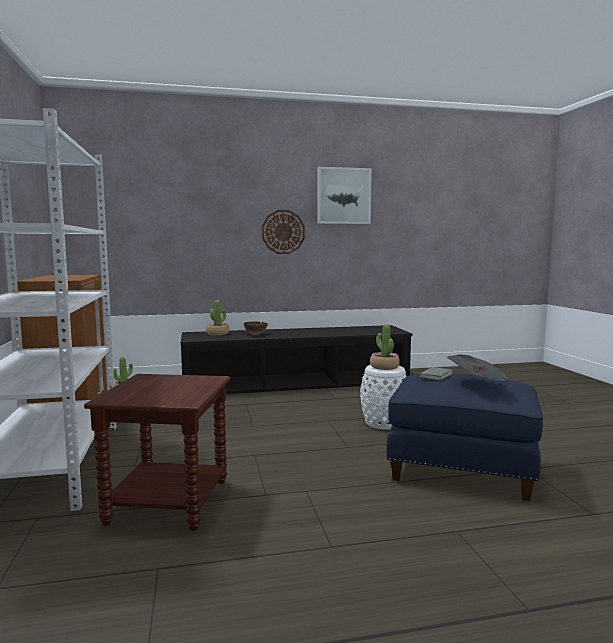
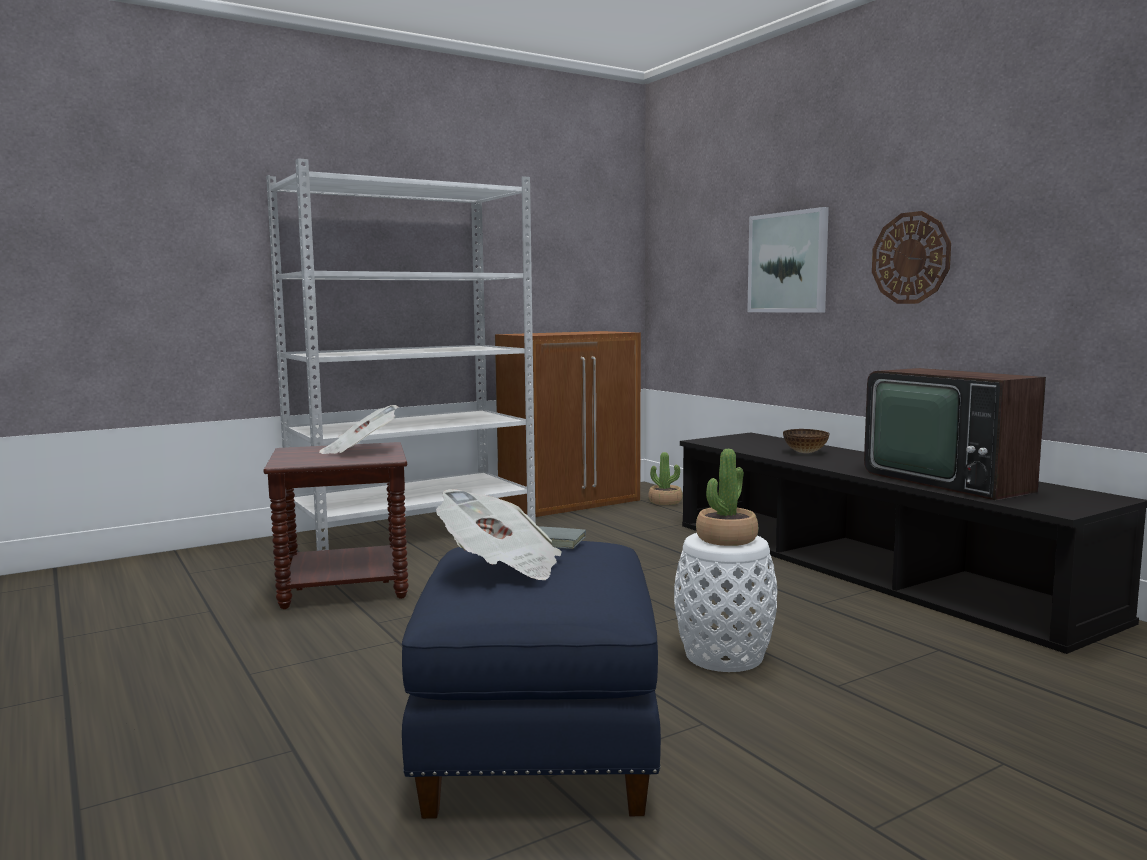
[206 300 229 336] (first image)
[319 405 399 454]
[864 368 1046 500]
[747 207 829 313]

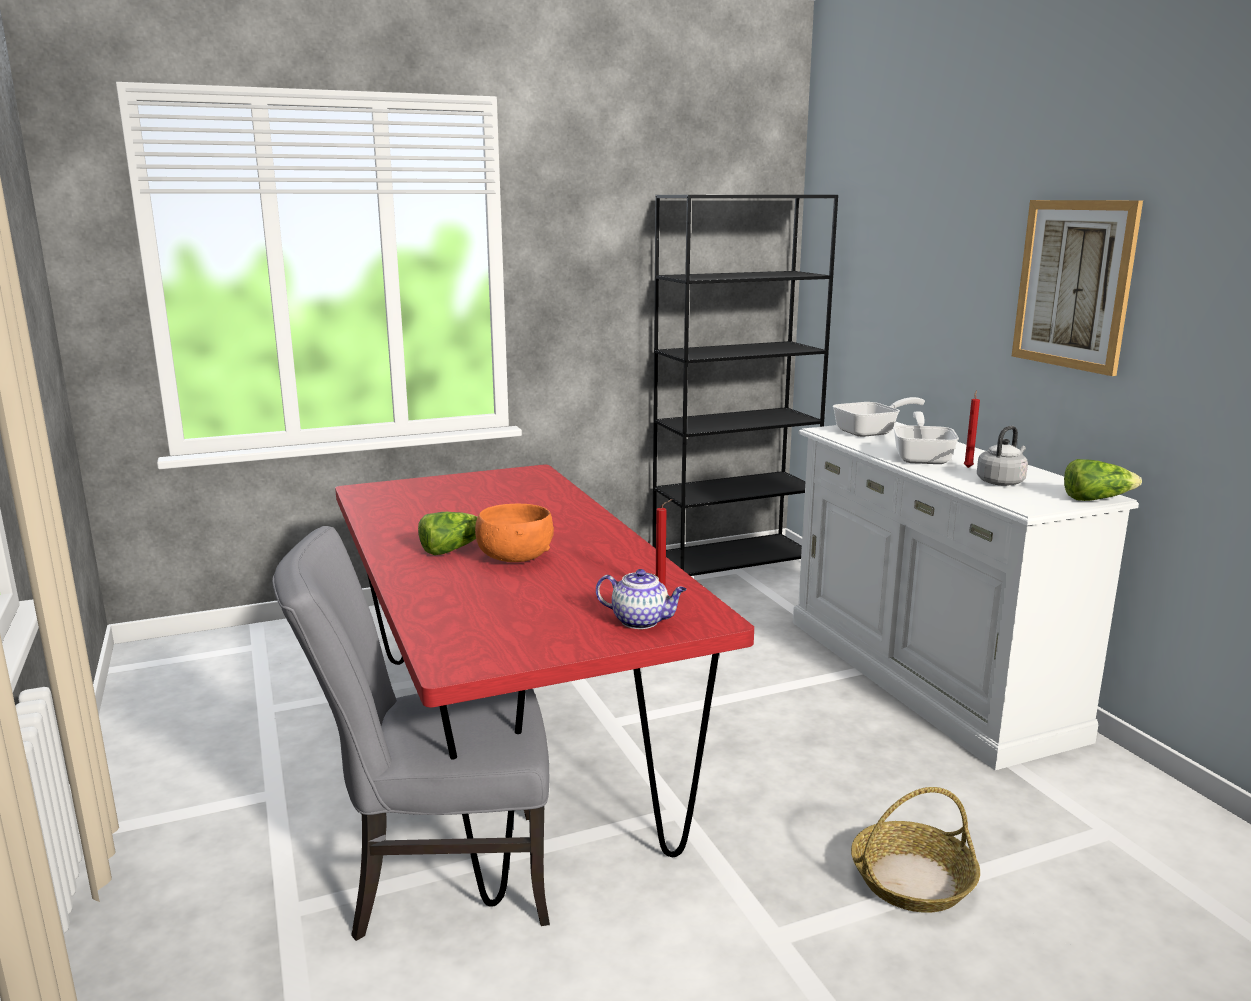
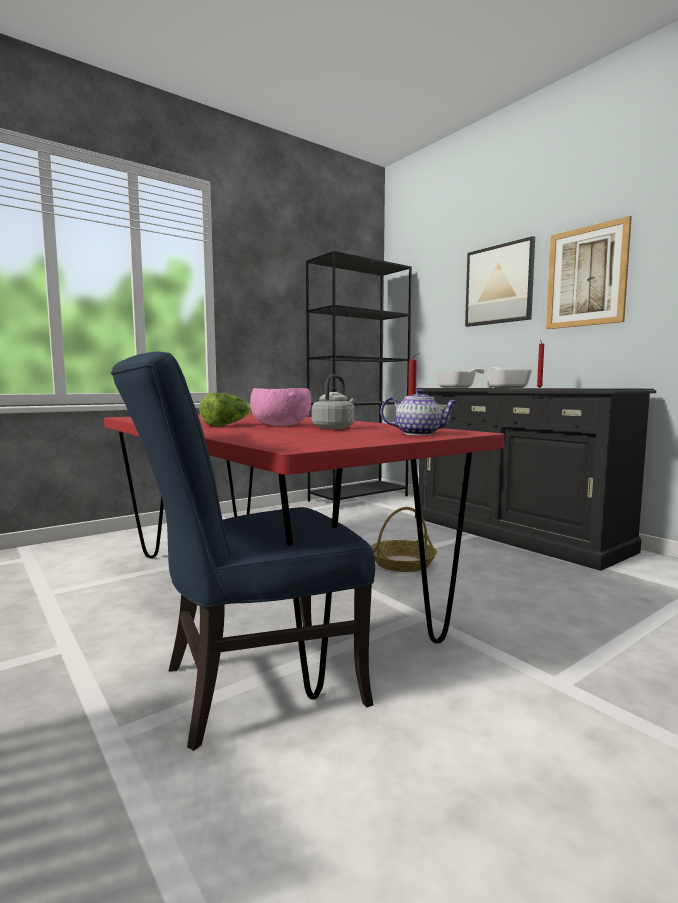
[1064 459 1142 501] (first image)
[465 236 535 327]
[371 507 437 572]
[312 375 355 429]
[111 352 375 751]
[250 388 311 426]
[415 388 656 571]

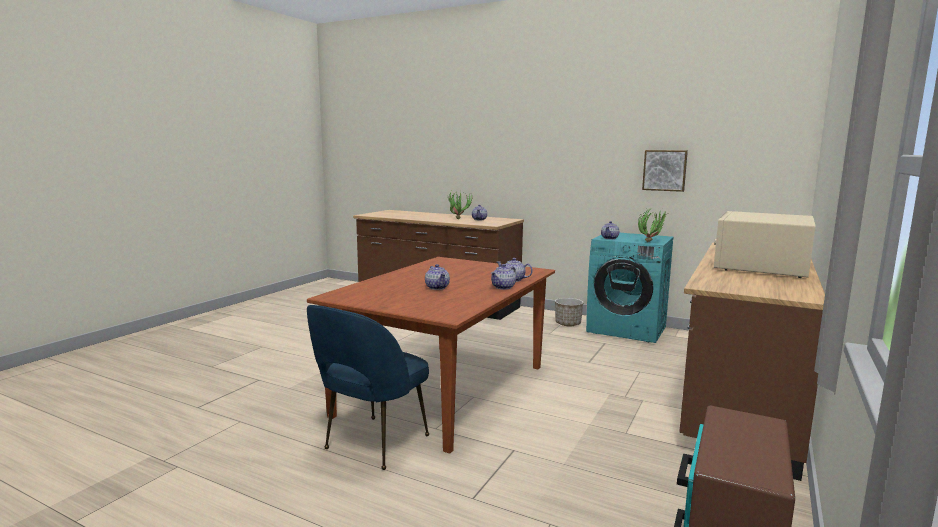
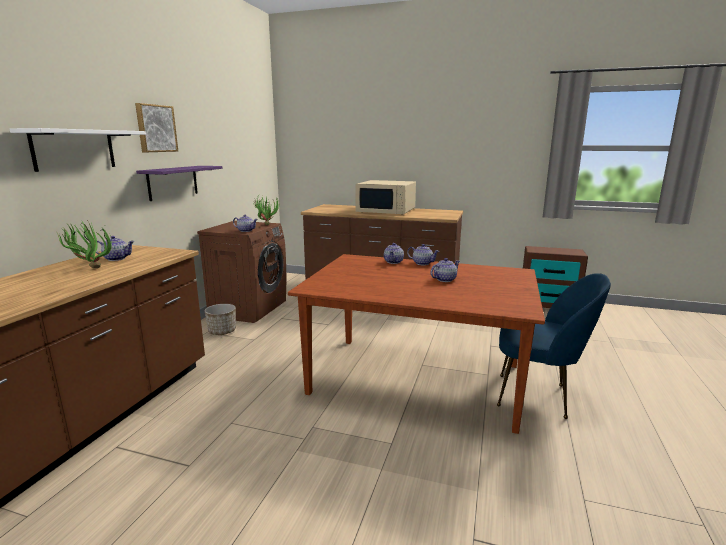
[10 128 146 172]
[136 166 223 201]
[135 103 178 152]
[197 221 286 323]

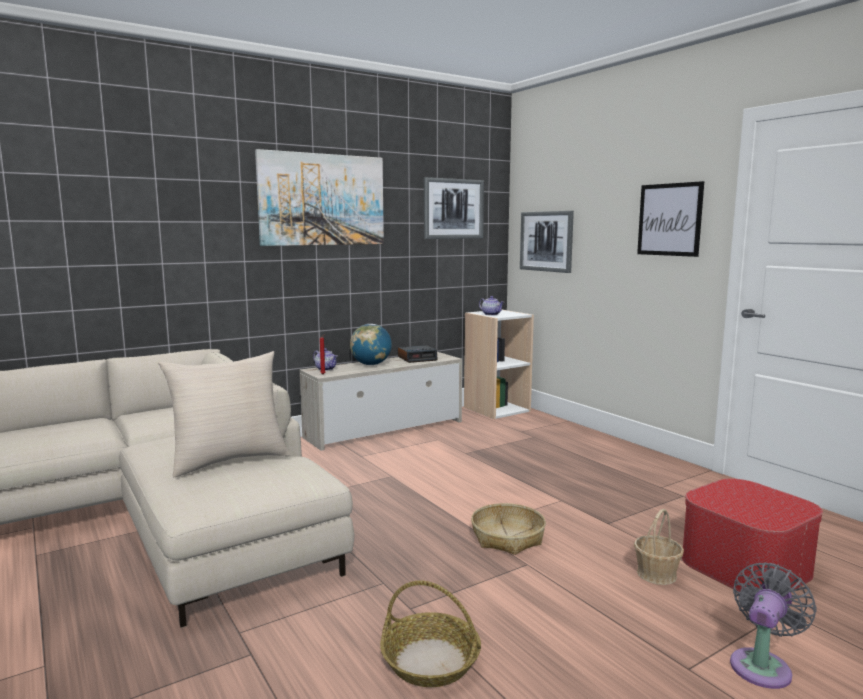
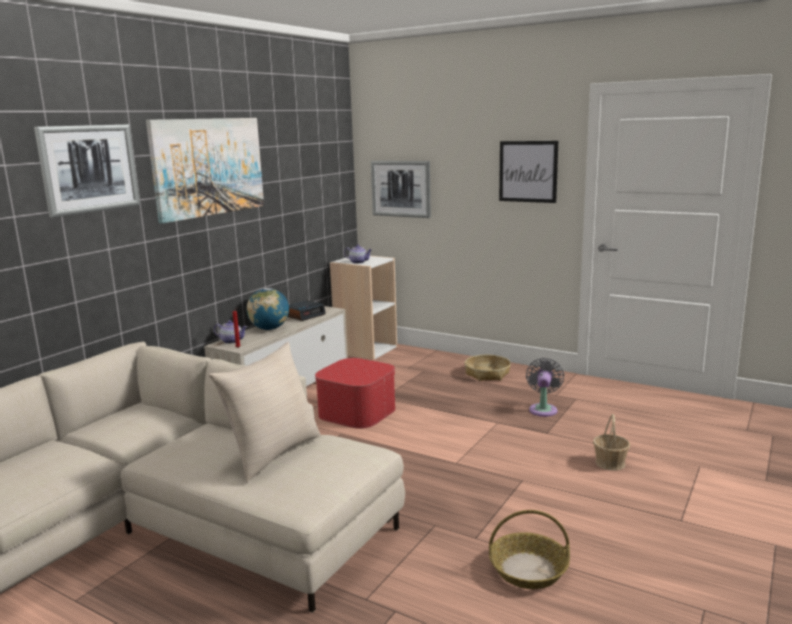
[34 124 140 218]
[464 355 511 381]
[315 358 396 429]
[526 358 564 417]

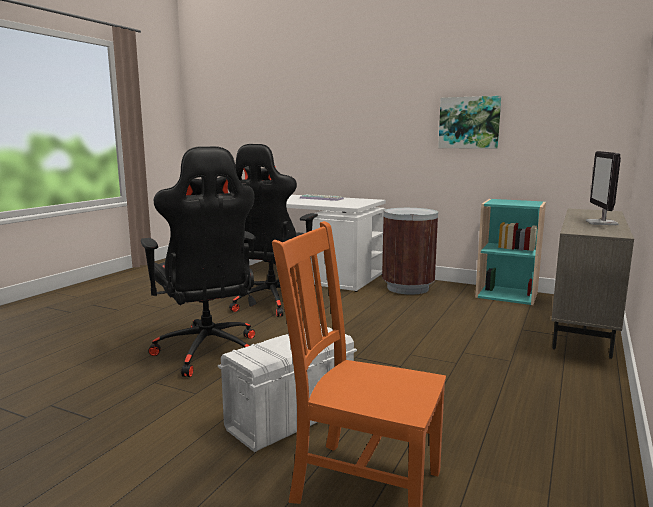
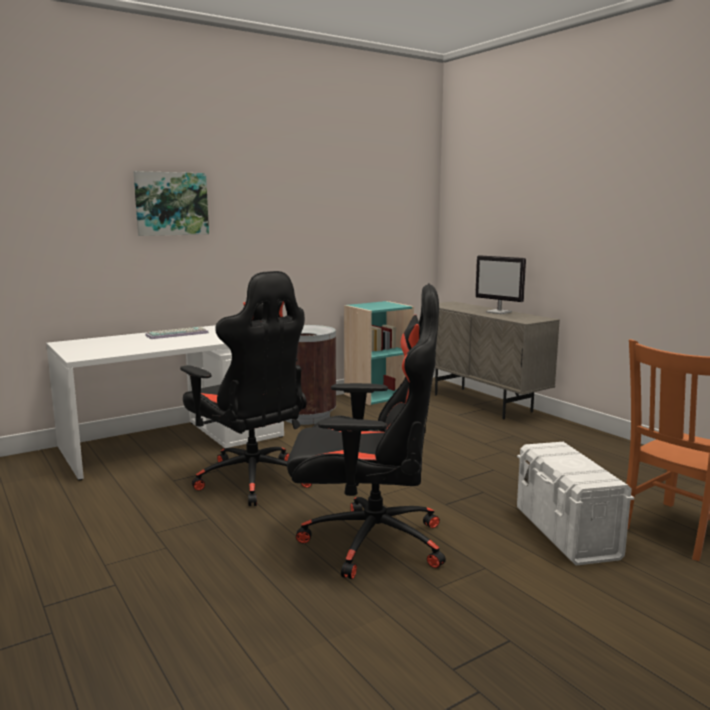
[133 171 209 236]

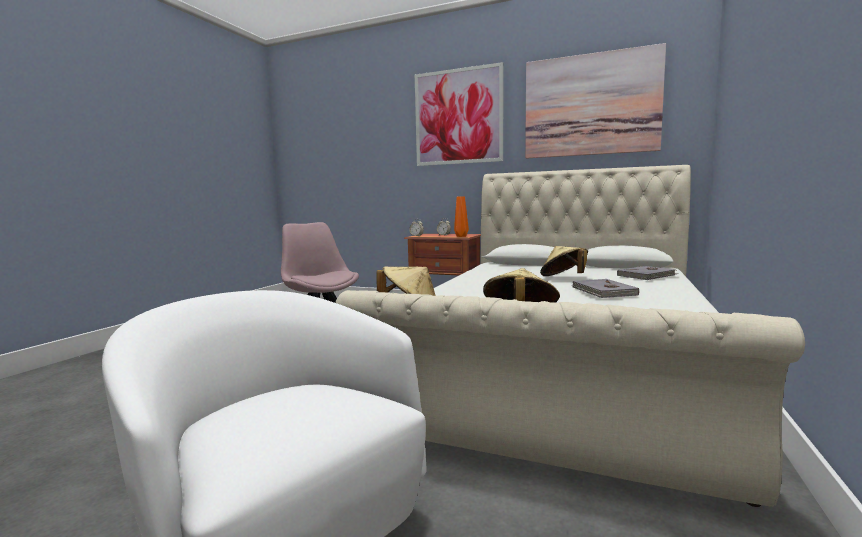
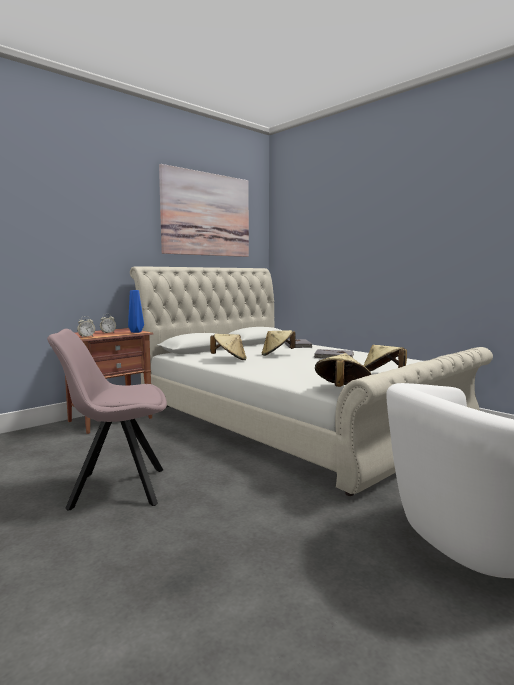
[415 62 503 166] (first image)
[210 334 247 360]
[128 290 144 333]

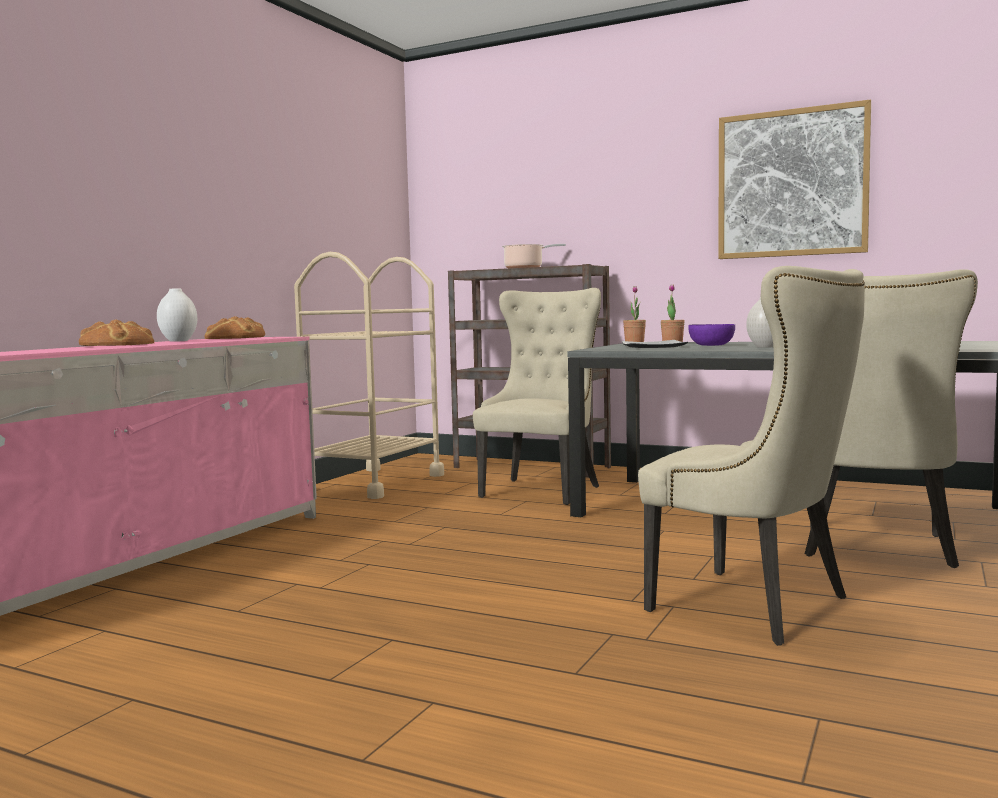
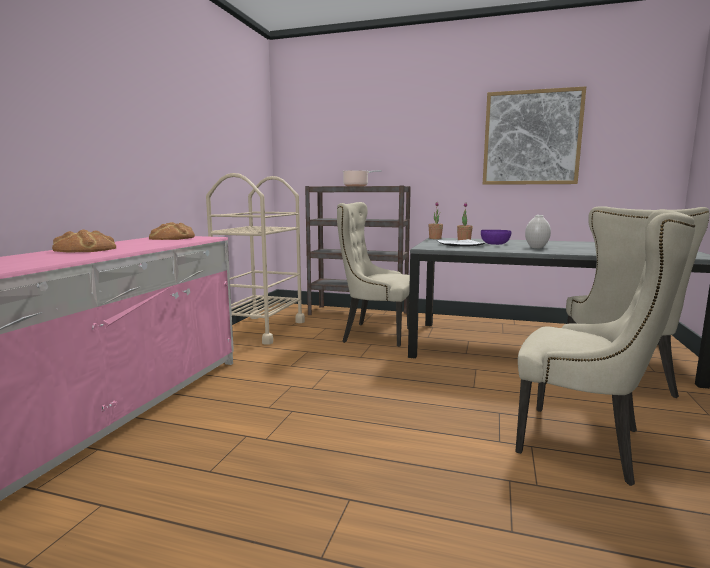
[157 288 197 342] (first image)
[337 202 410 347]

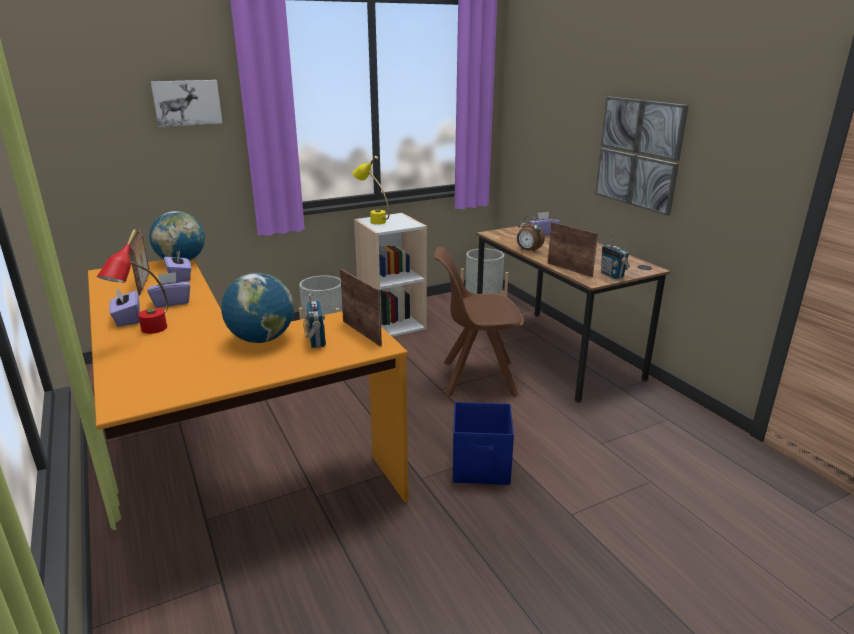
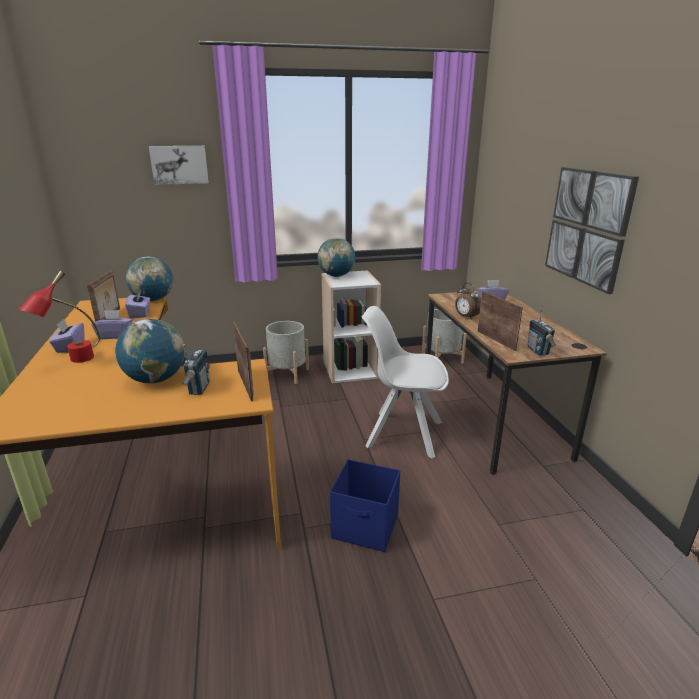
[317 238 356 277]
[362 306 449 459]

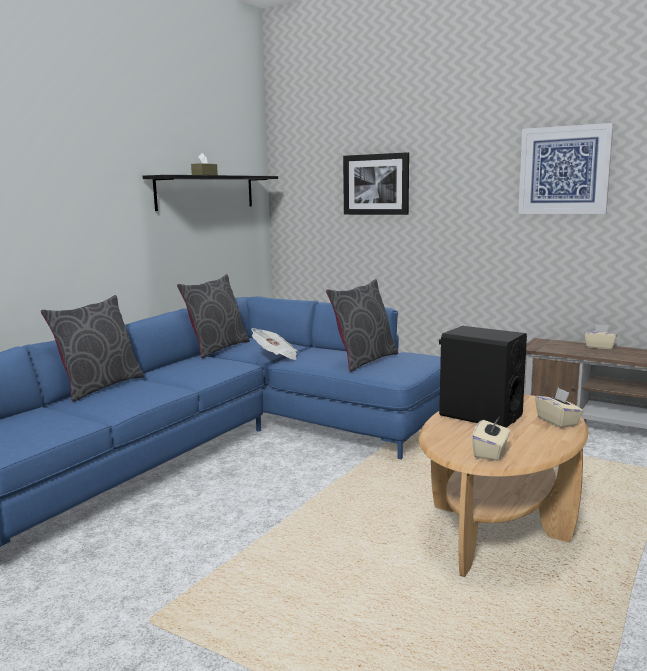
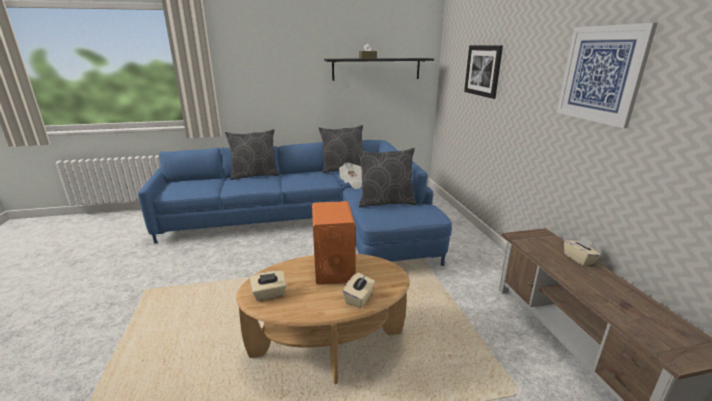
[312 201 355 284]

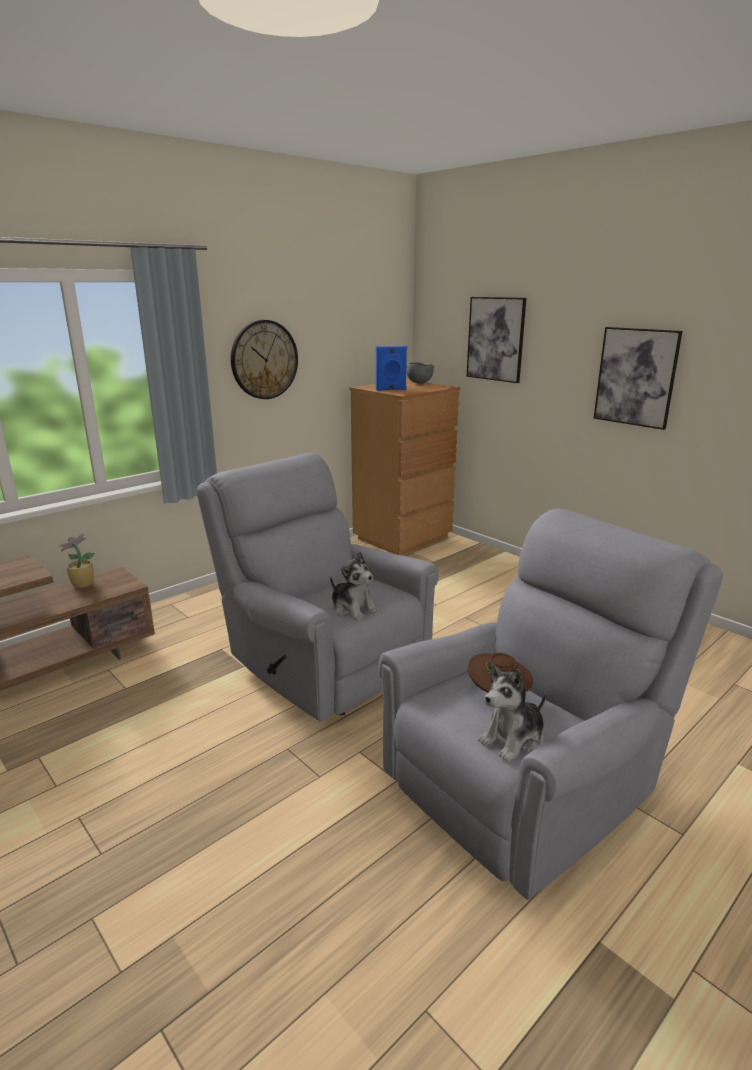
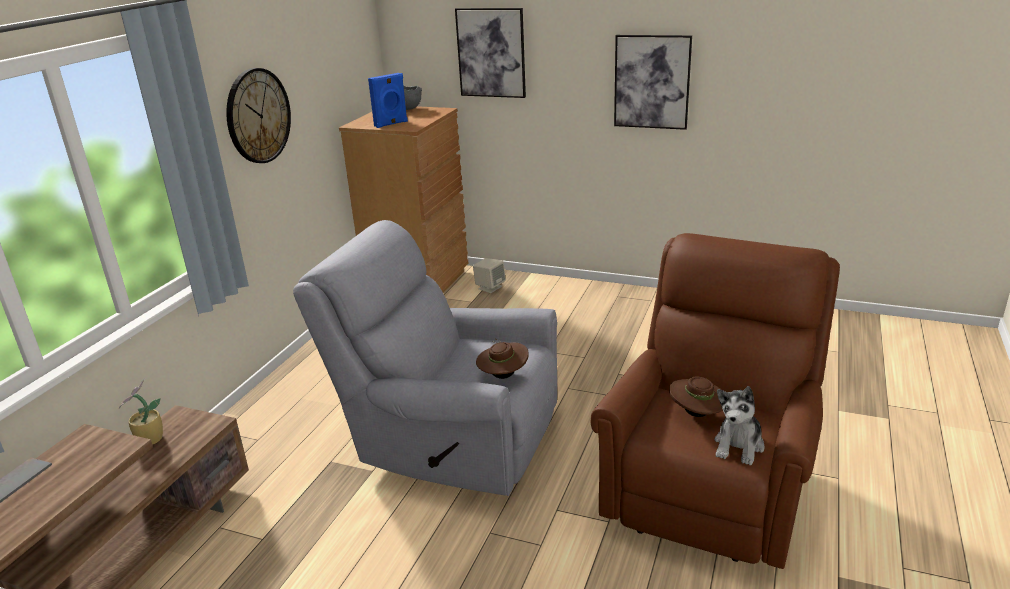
[473 258 506 293]
[476 338 529 379]
[591 233 840 569]

